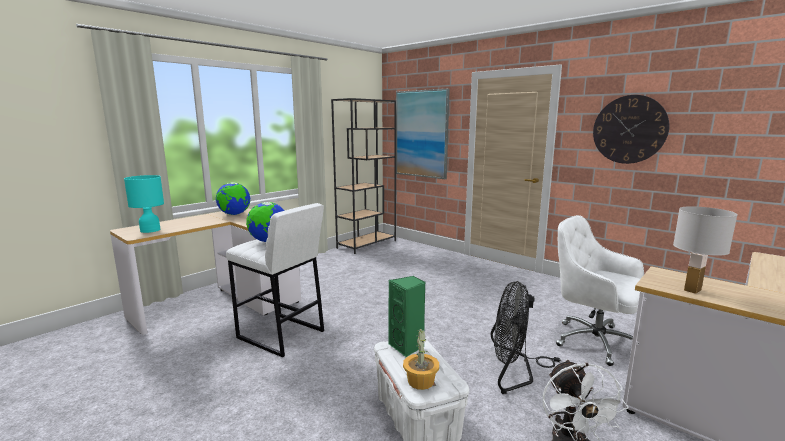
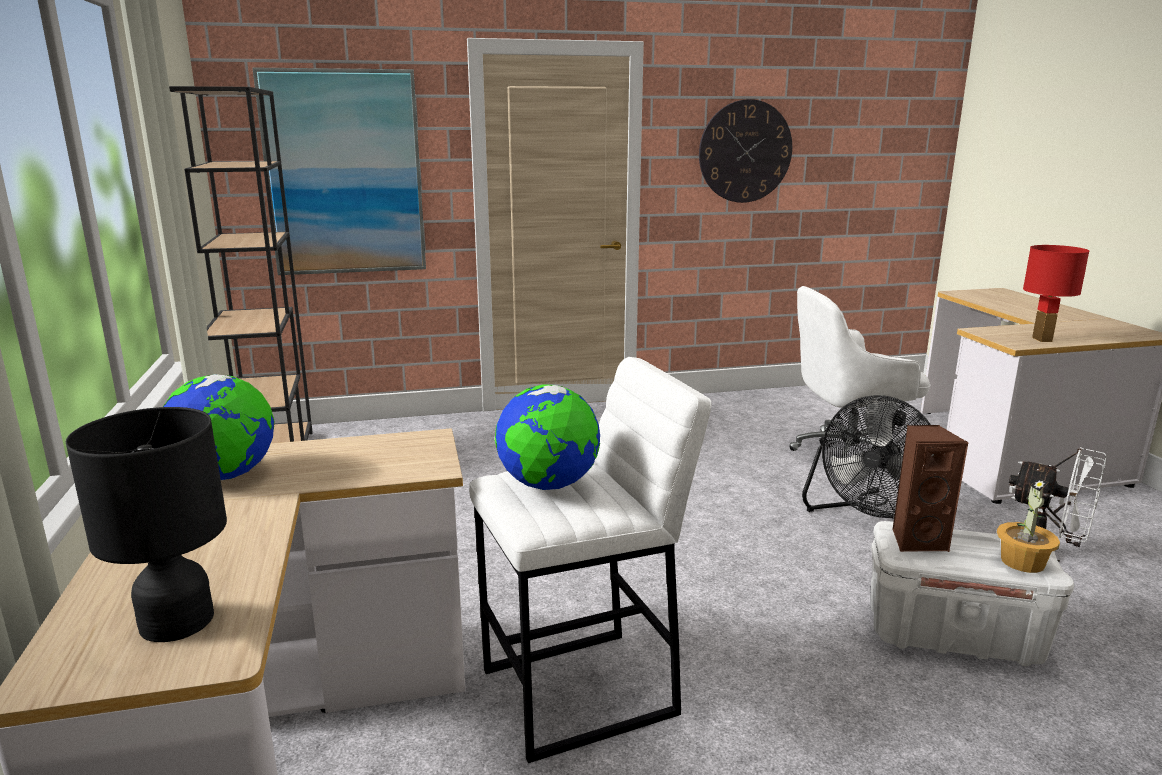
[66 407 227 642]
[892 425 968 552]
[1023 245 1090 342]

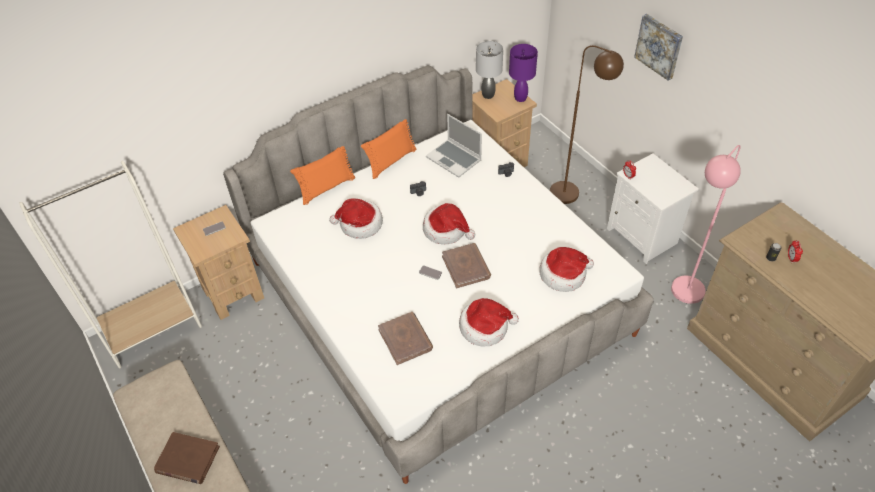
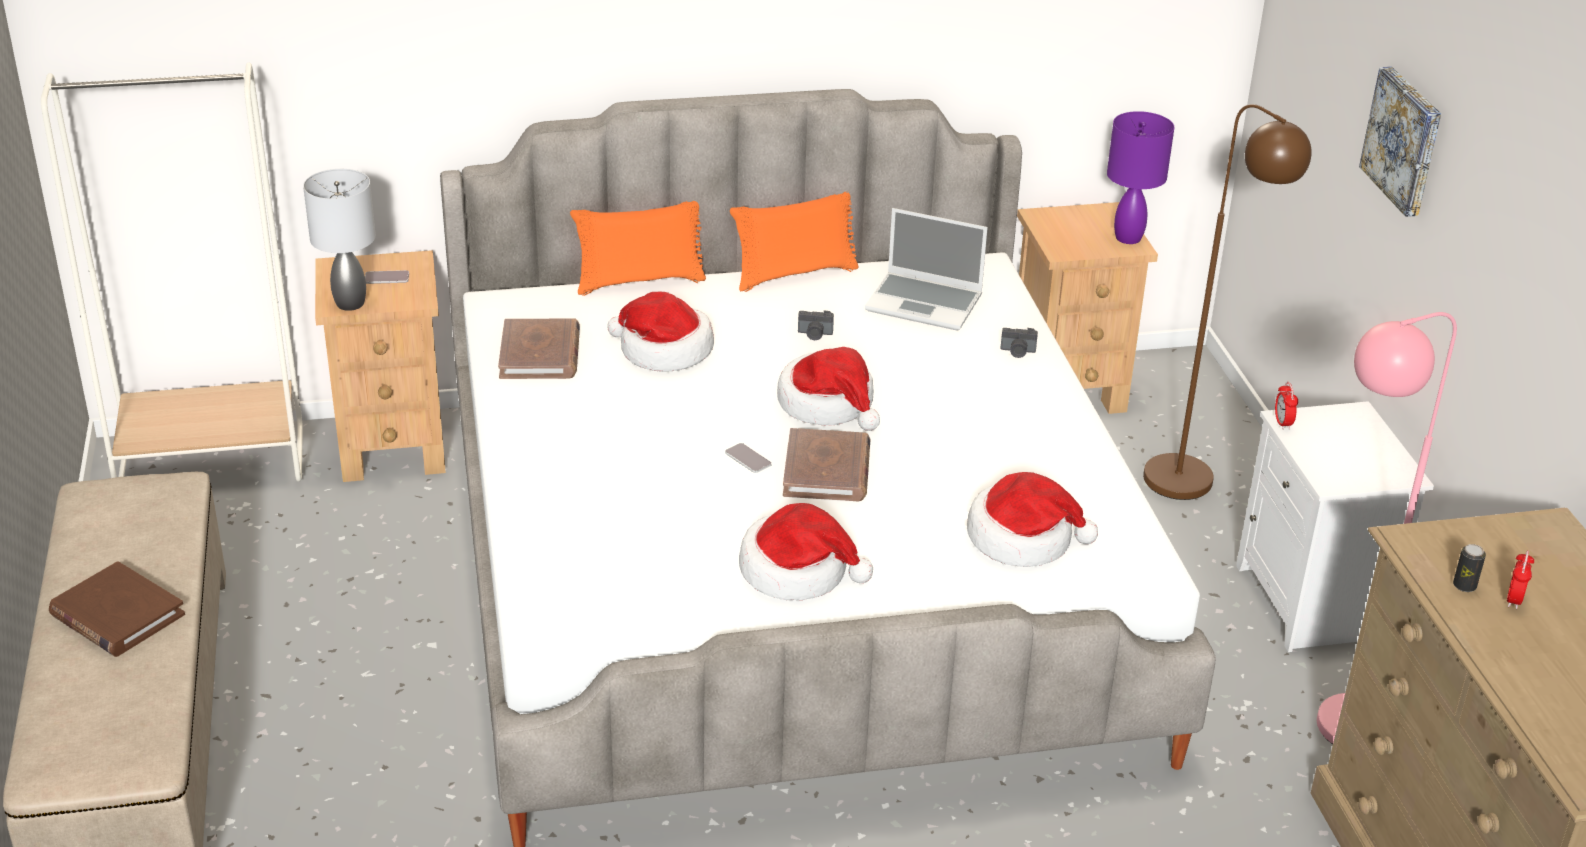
[498 319 580 379]
[303 169 376 311]
[865 208 988 331]

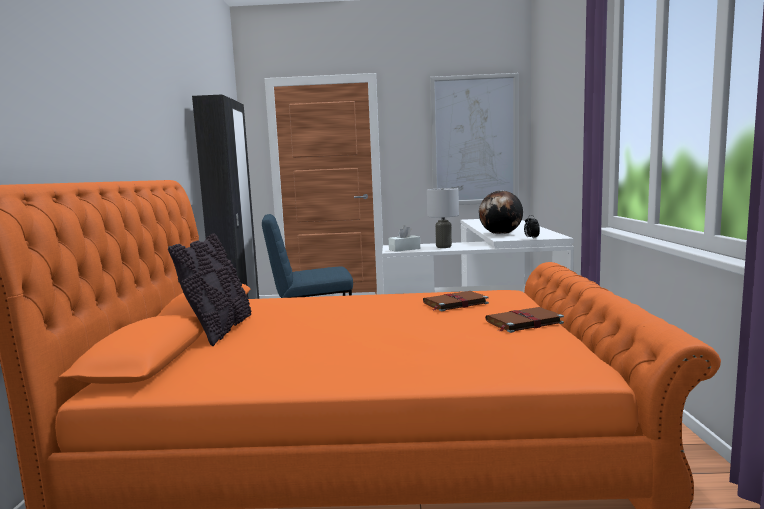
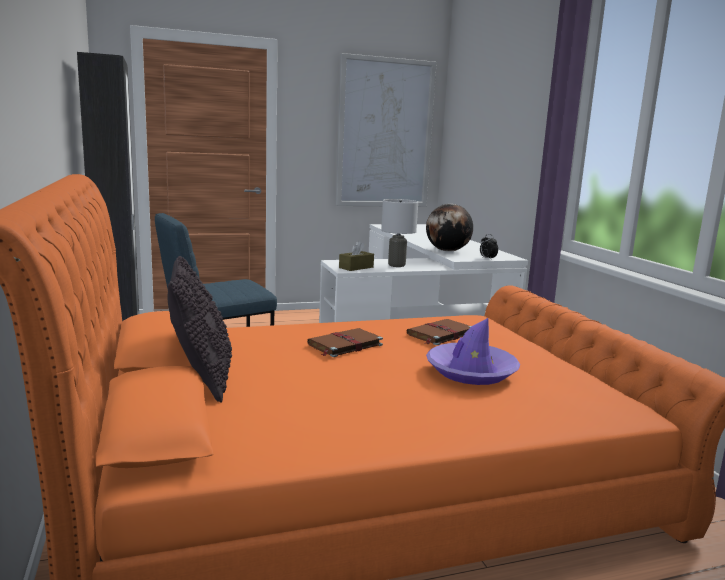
[426 318 520 385]
[307 328 383 357]
[339 241 374 271]

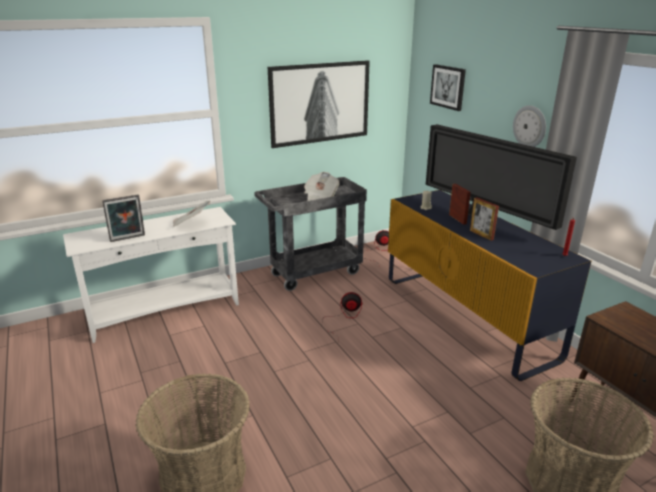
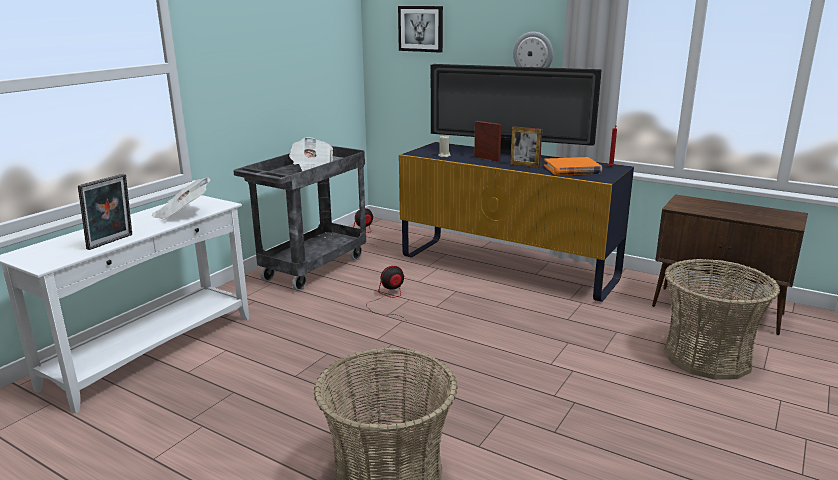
[268 60 370 148] (first image)
[544 157 602 176]

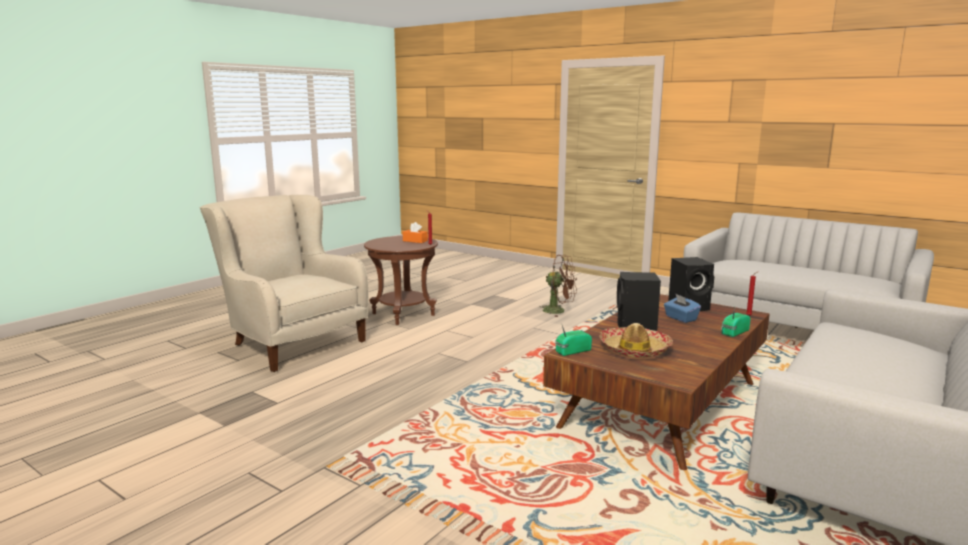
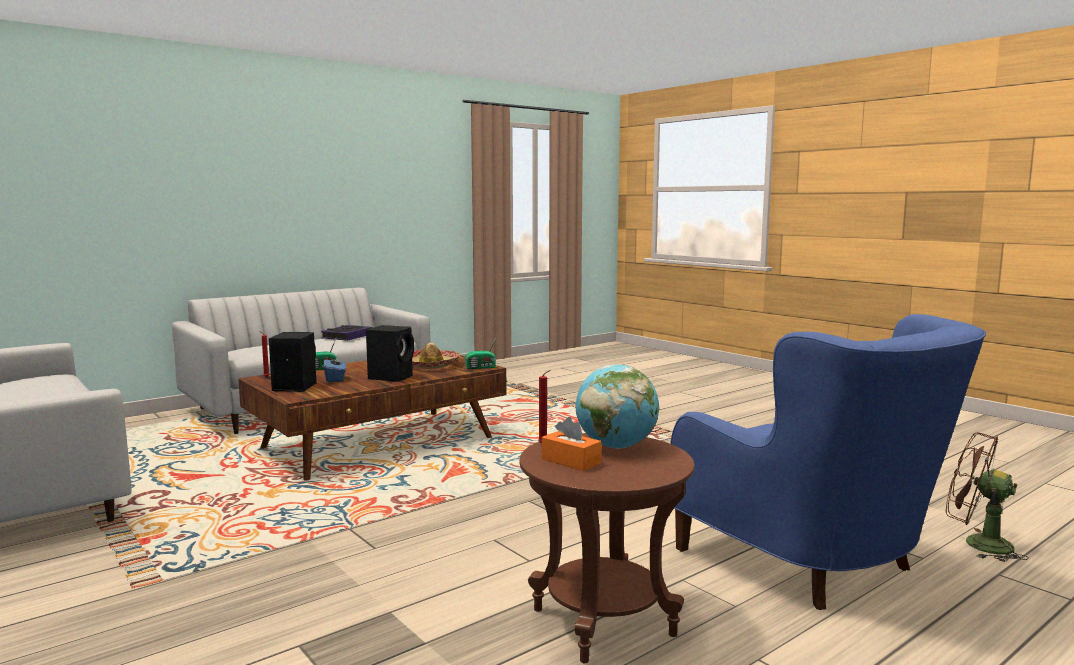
[321 325 373 341]
[576 364 659 449]
[946 433 1029 562]
[670 314 986 610]

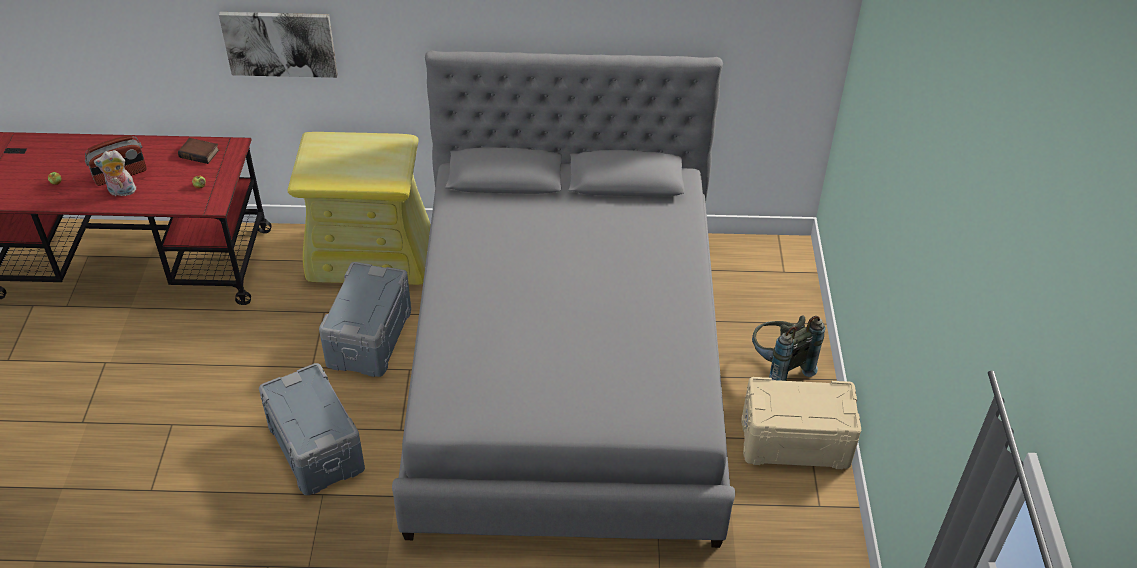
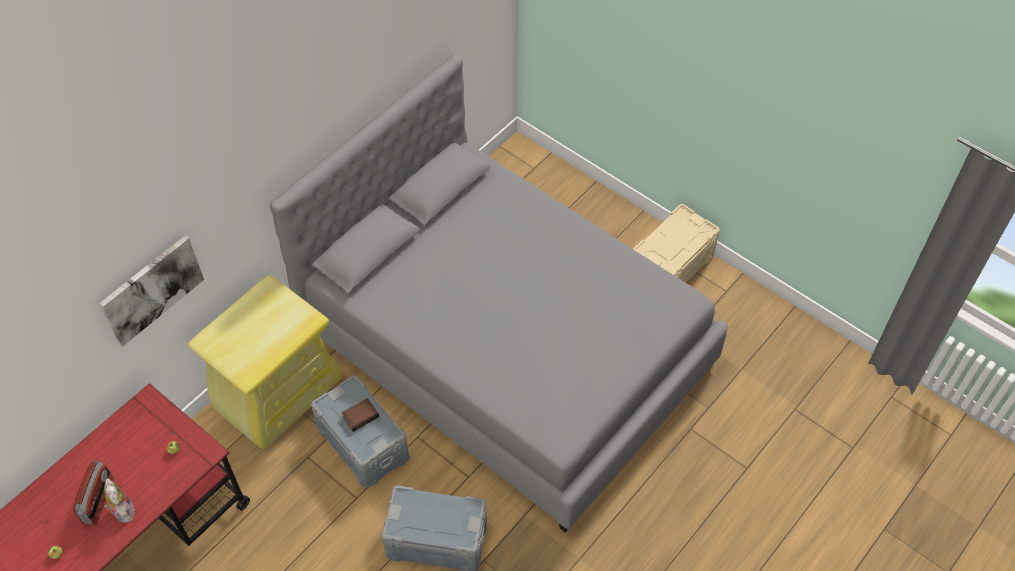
[752 315 825 381] (first image)
[342 398 379 432]
[104 478 137 523]

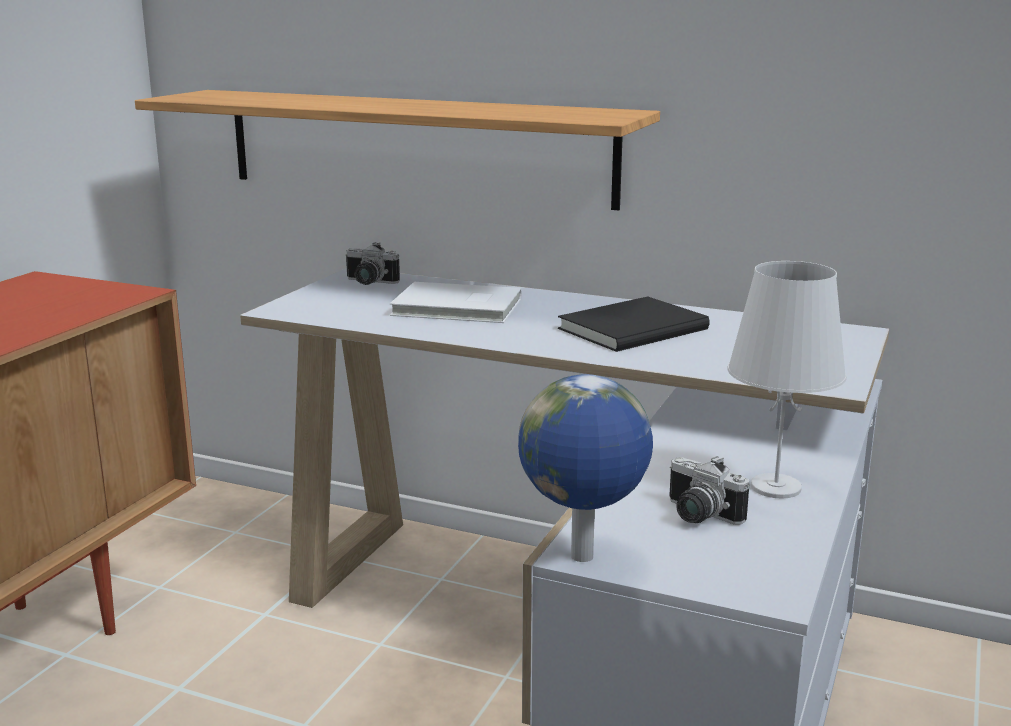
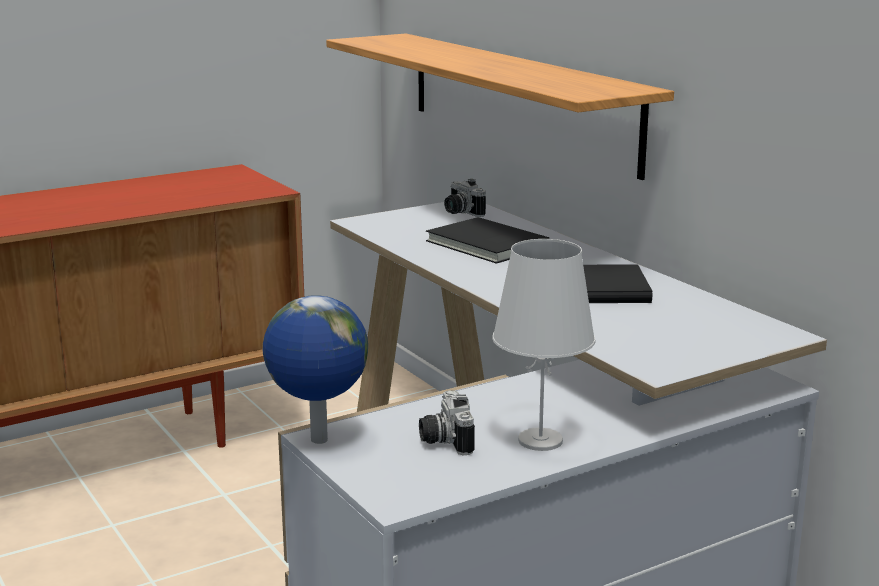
[426 217 549 264]

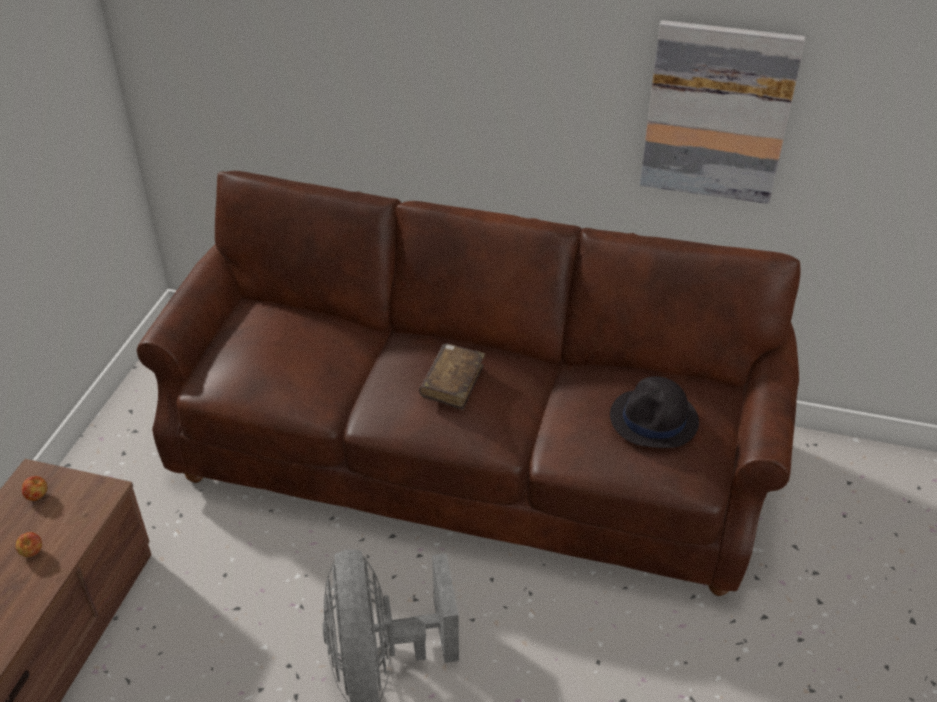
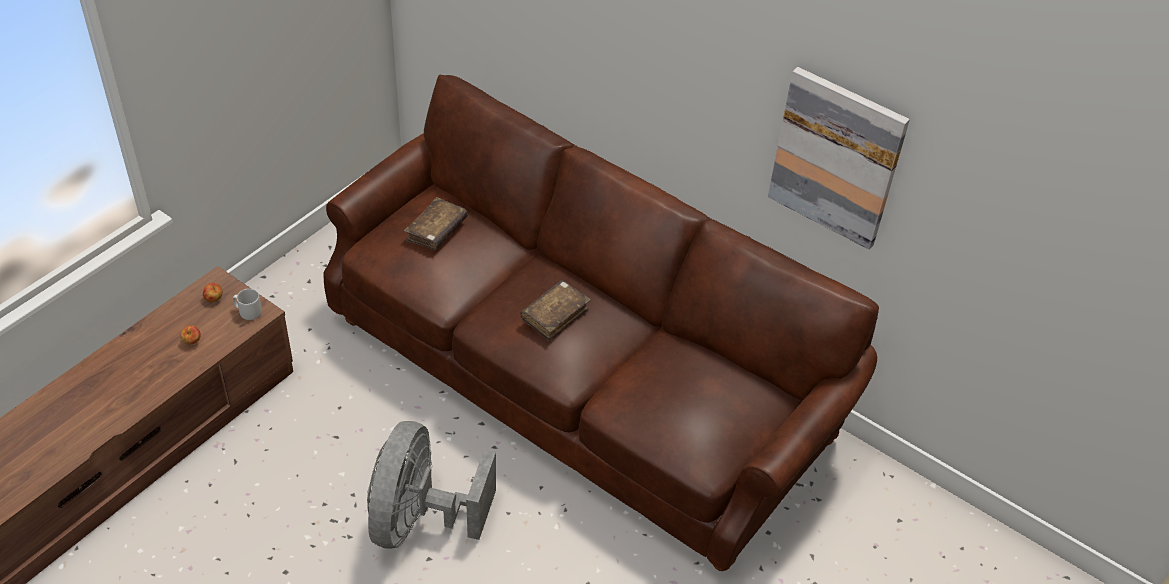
[610 376 699 448] (first image)
[233 289 262 320]
[404 197 468 250]

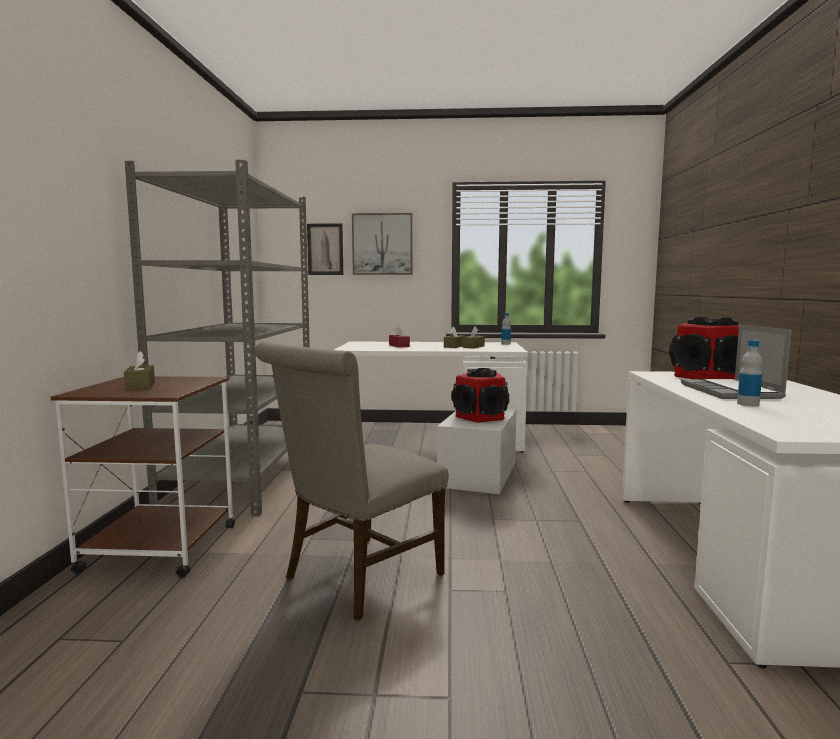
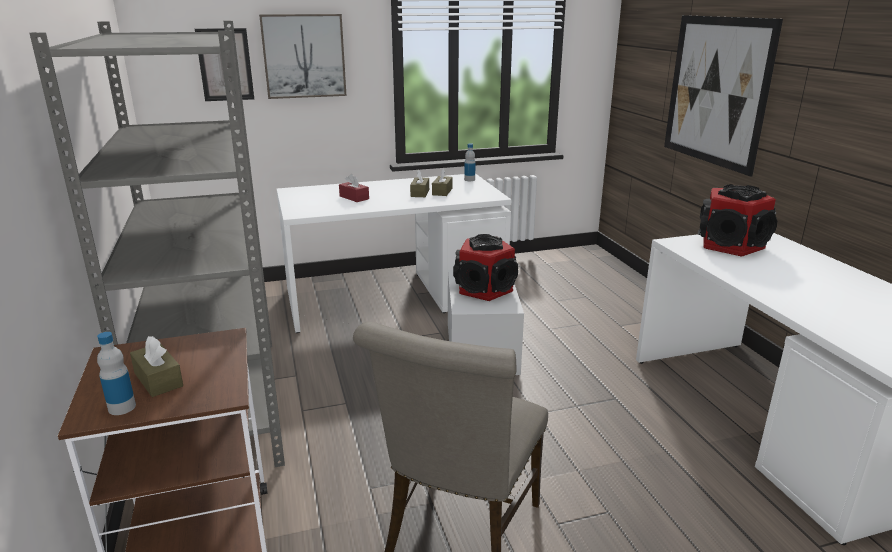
[681 324 792 399] (first image)
[664 15 783 177]
[97 332 136 415]

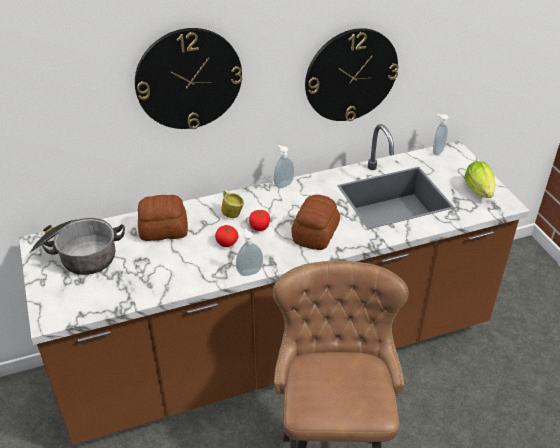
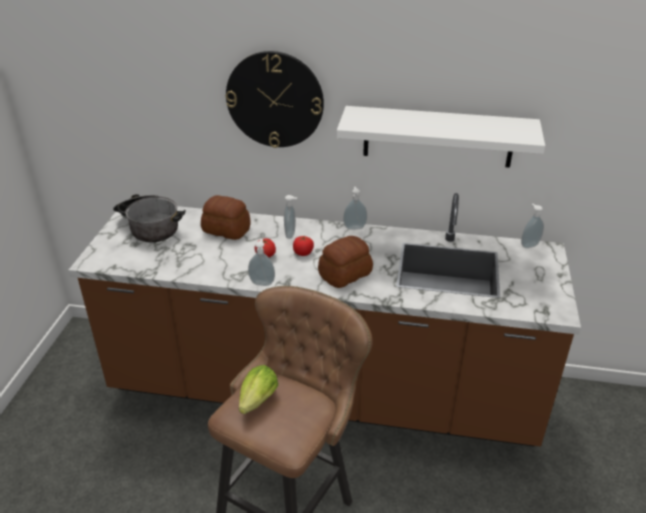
[239 365 278 414]
[284 195 297 239]
[337 106 545 168]

